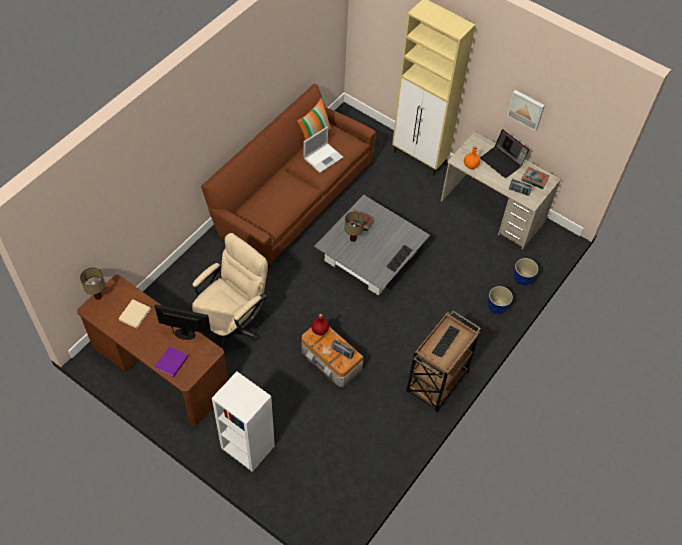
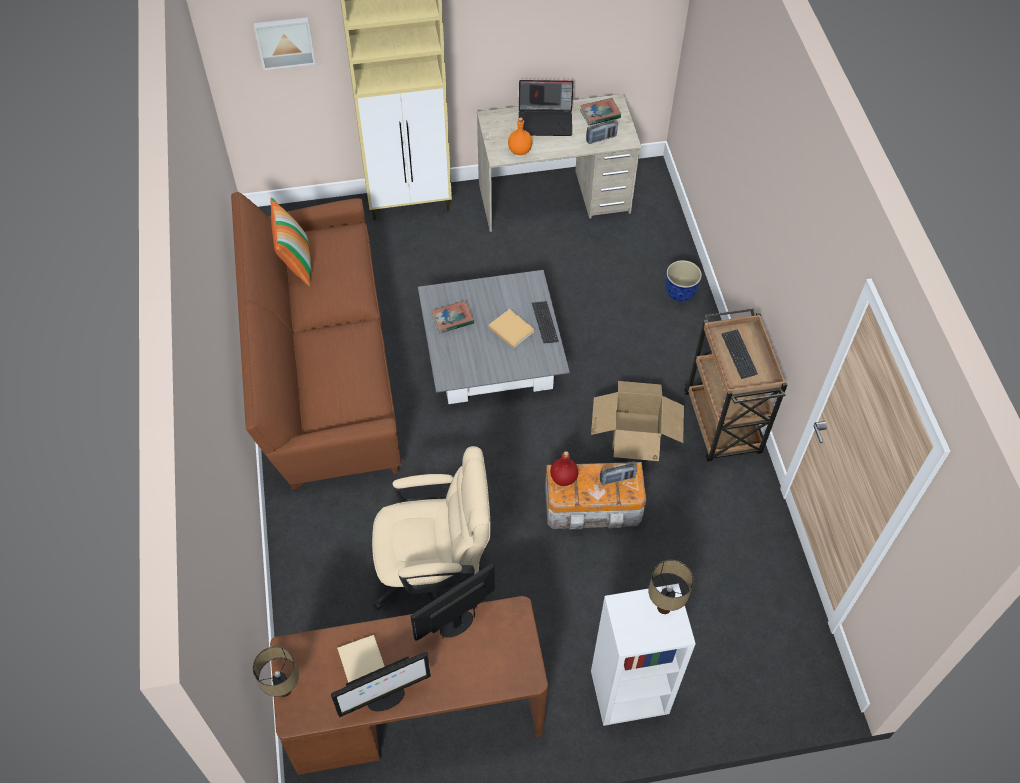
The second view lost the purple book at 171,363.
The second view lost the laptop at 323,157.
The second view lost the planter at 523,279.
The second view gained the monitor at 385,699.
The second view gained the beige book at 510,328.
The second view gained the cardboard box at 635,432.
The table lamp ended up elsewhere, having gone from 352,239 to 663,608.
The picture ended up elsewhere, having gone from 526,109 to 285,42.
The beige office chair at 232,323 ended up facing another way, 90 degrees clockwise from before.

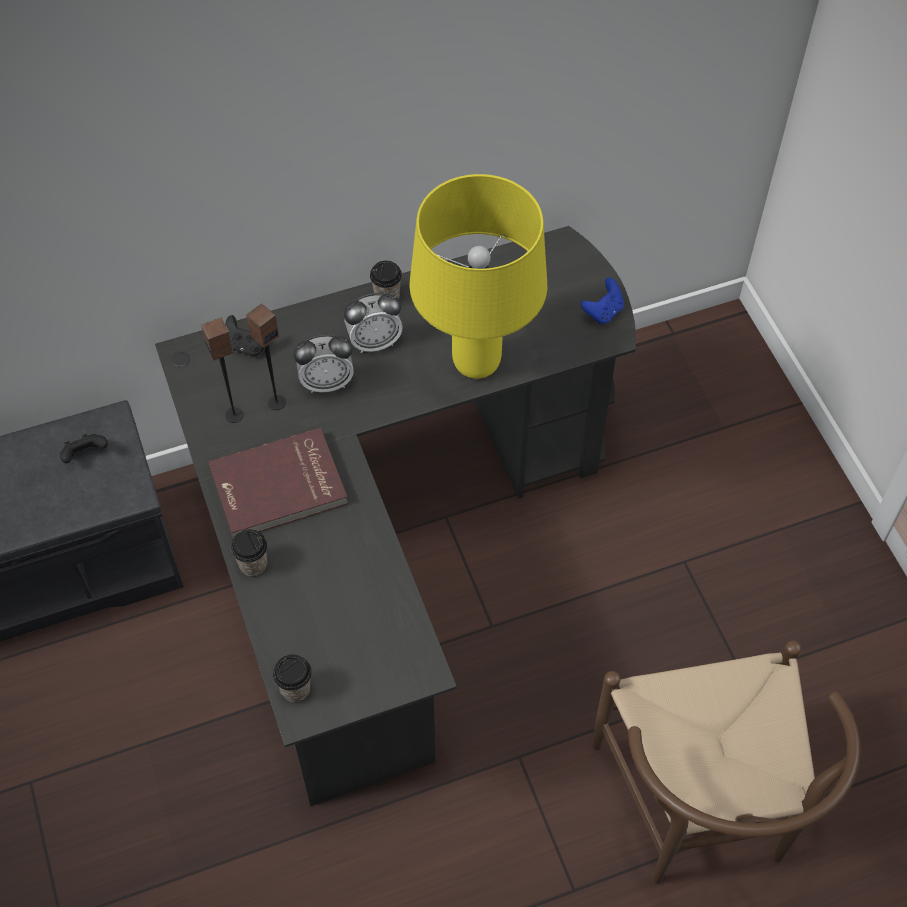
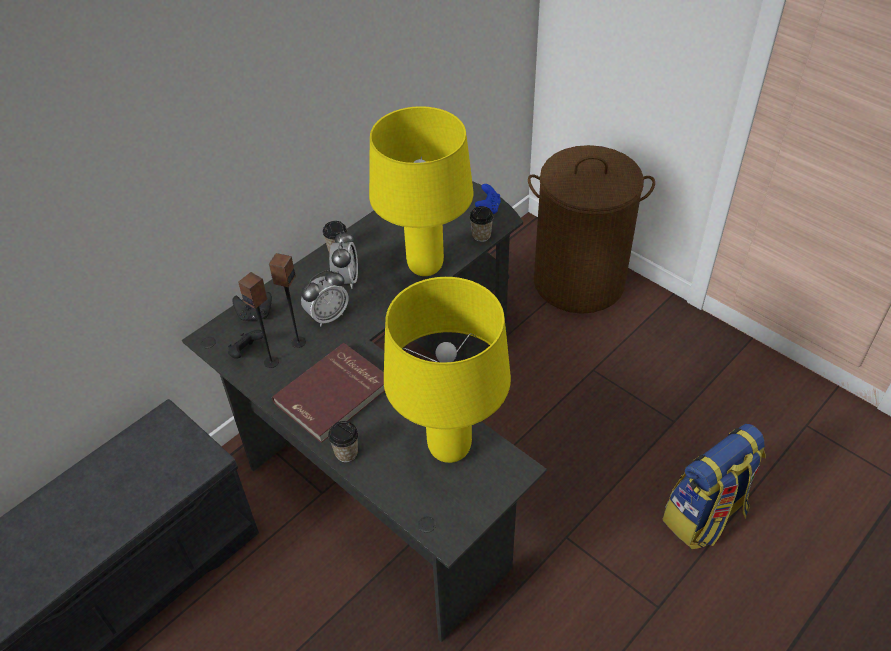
The second view gained the yellow table lamp at 450,448.
The second view gained the brown laundry basket at 579,281.
The black game controller ended up elsewhere, having gone from 85,455 to 246,352.
The cup ended up elsewhere, having gone from 295,689 to 481,235.
Where the brown chair stood at 701,813, the backpack came to stand at 705,516.
The alarm clock at 374,342 ended up facing another way, 45 degrees counterclockwise from before.

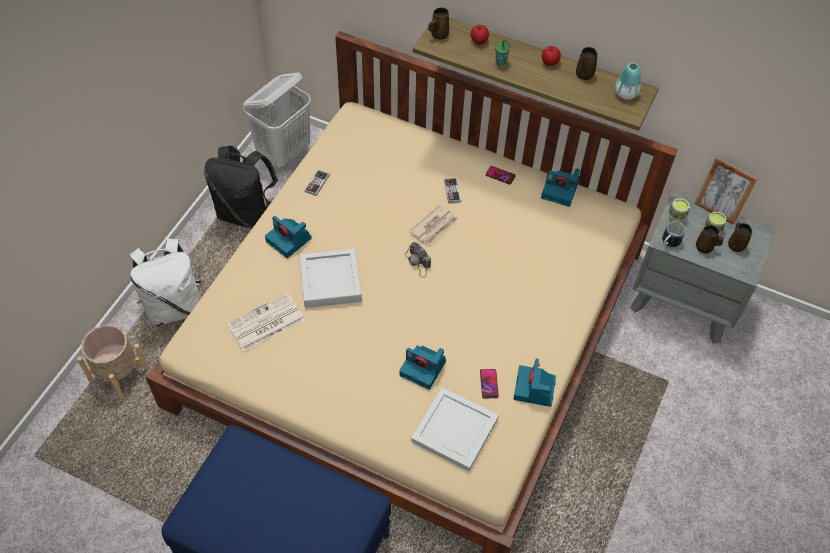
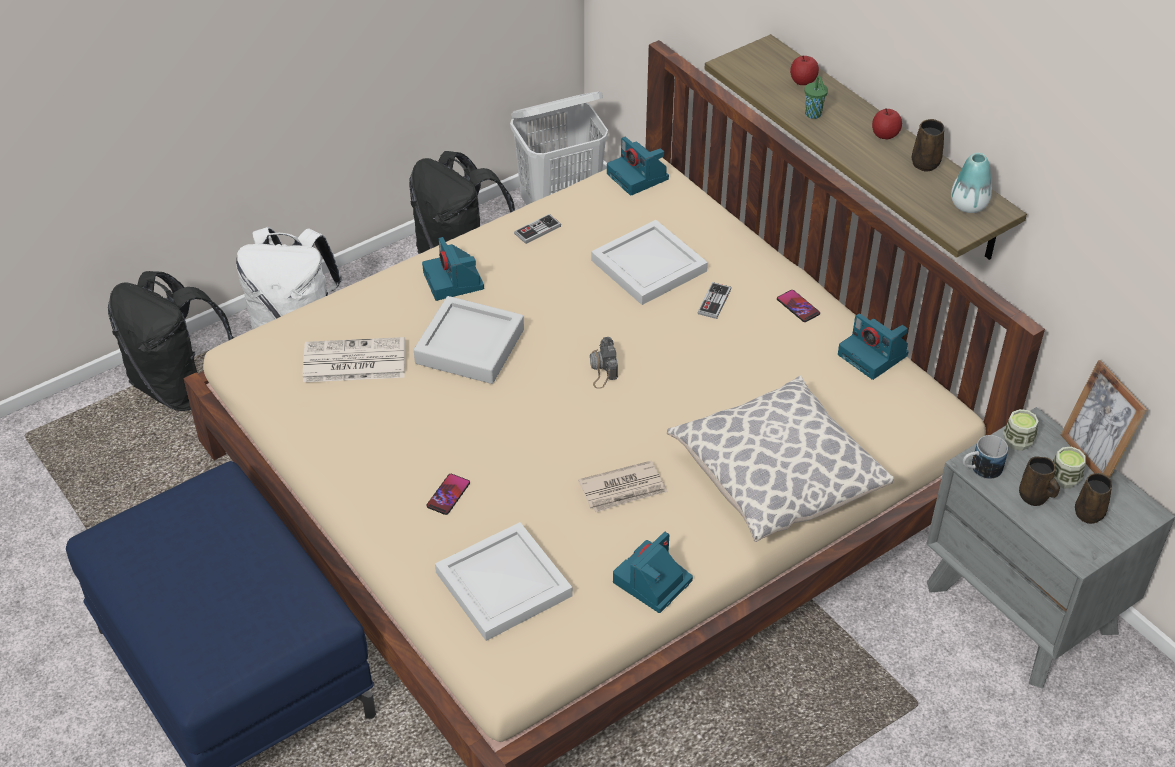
The second view lost the brown mug at 438,34.
The second view gained the white tray at 649,264.
The second view gained the pillow at 775,478.
The photo camera ended up elsewhere, having gone from 424,368 to 639,177.
The newspaper ended up elsewhere, having gone from 434,226 to 623,489.
The phone ended up elsewhere, having gone from 489,384 to 448,495.
Where the beige planter stood at 119,374, the black backpack came to stand at 180,386.

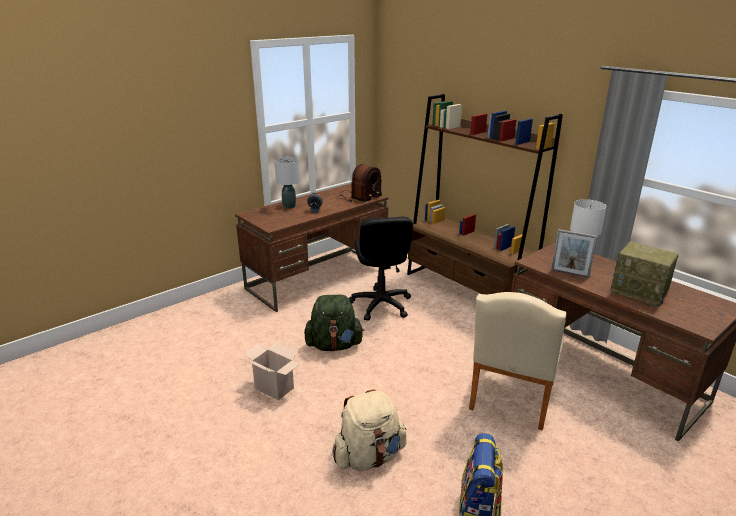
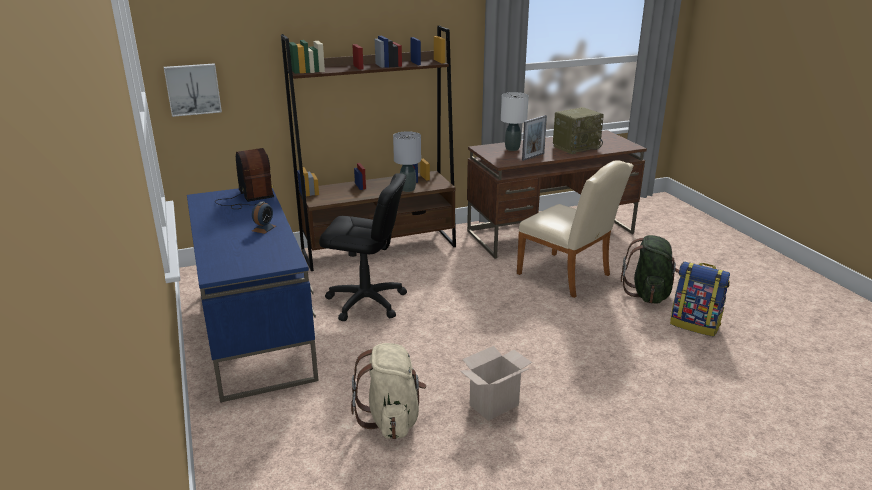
The second view gained the picture at 193,89.
The grey table lamp ended up elsewhere, having gone from 289,206 to 407,189.
The green backpack ended up elsewhere, having gone from 334,345 to 648,294.
The beige backpack ended up elsewhere, having gone from 369,457 to 392,419.
What was the brown desk at 318,278 turned into the blue desk at 255,332.

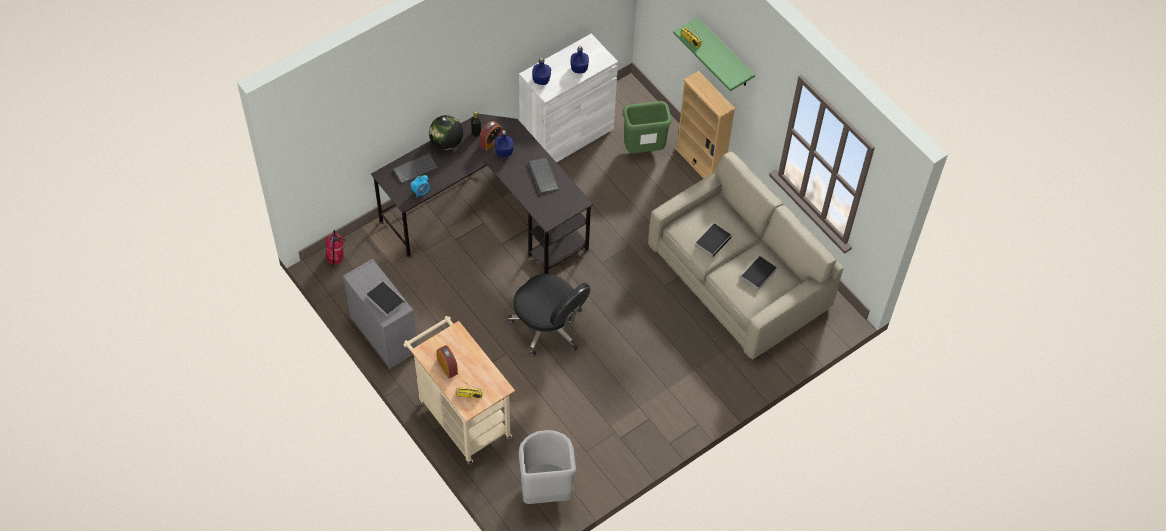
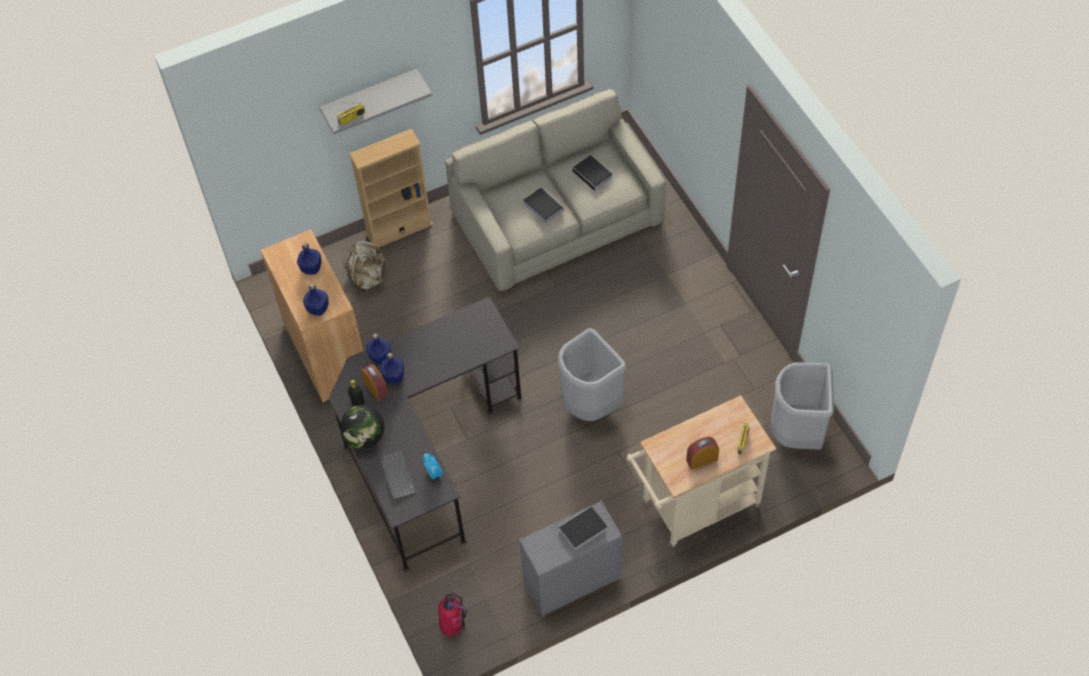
The second view lost the keyboard at 542,176.
The second view gained the blue bottle at 380,357.
Where the black office chair stood at 548,327, the grey trash can came to stand at 590,405.
Where the green trash can stood at 644,149, the beige backpack came to stand at 367,278.
What was the white cabinet at 566,135 turned into the brown cabinet at 326,352.
What was the green shelf at 725,54 turned into the grey shelf at 370,98.

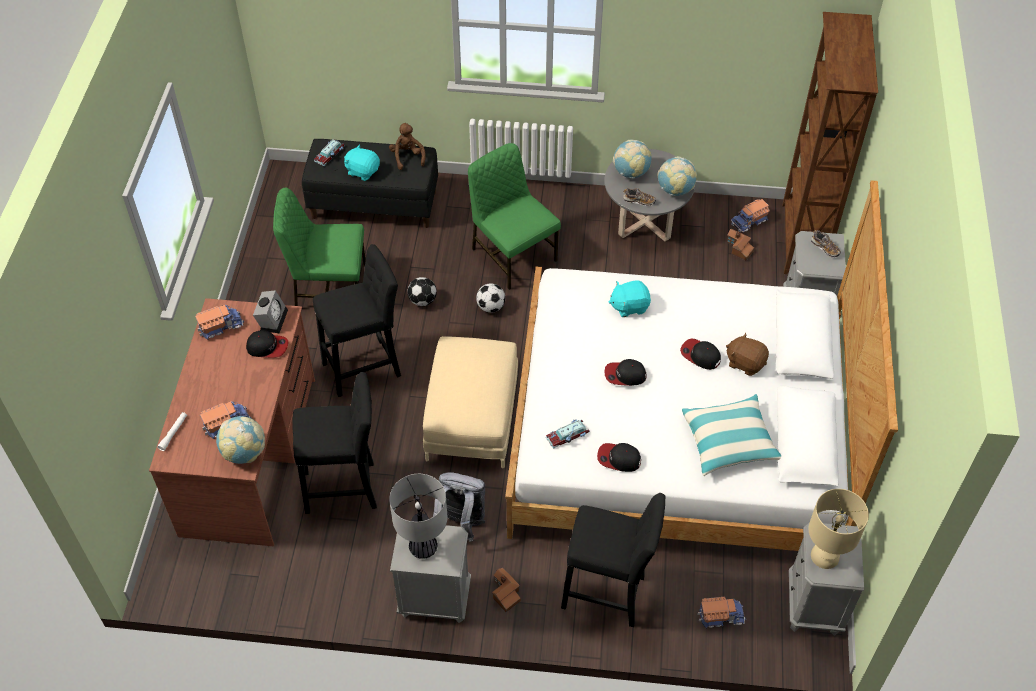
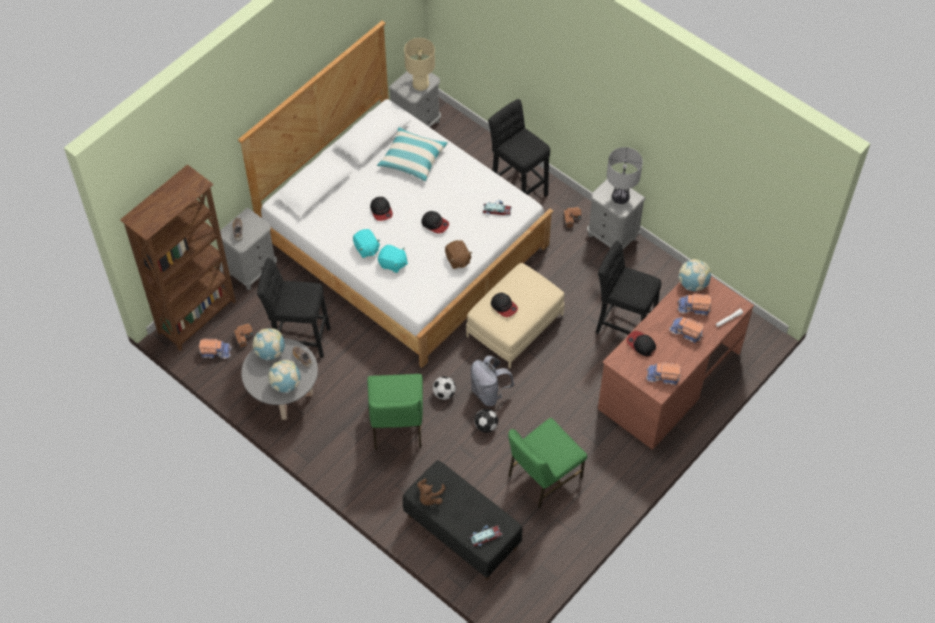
The second view lost the alarm clock at 272,319.
The black stool ended up elsewhere, having gone from 365,367 to 298,338.
The turquoise plush toy ended up elsewhere, having gone from 363,171 to 366,249.
The grey backpack ended up elsewhere, having gone from 460,523 to 489,393.
The cap ended up elsewhere, having gone from 618,459 to 504,306.
The toy truck ended up elsewhere, having gone from 720,615 to 685,332.
The brown plush toy ended up elsewhere, having gone from 745,362 to 457,260.
The green chair at 329,288 ended up facing another way, 105 degrees clockwise from before.

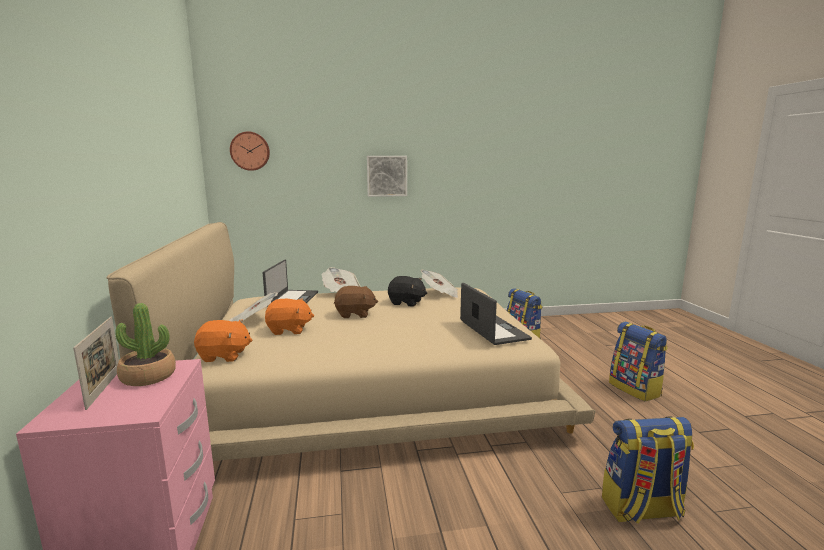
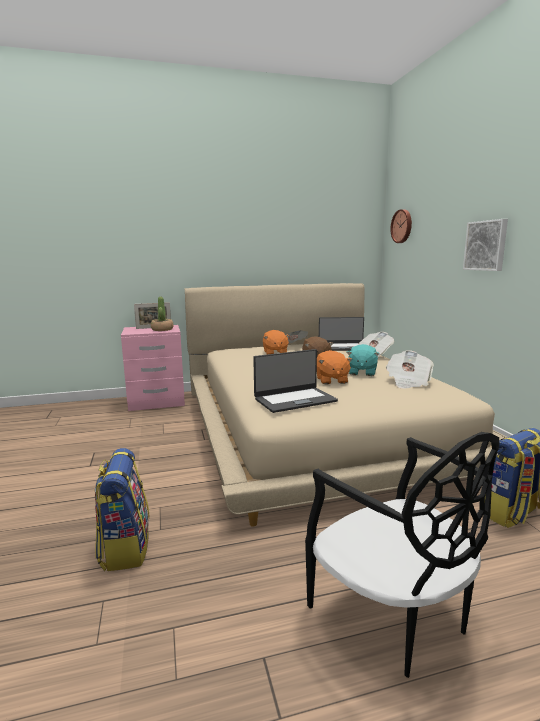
The orange plush toy ended up elsewhere, having gone from 224,356 to 331,380.
Where the backpack stood at 635,389, the black chair came to stand at 393,615.
What was the black plush toy at 406,302 turned into the turquoise plush toy at 361,372.

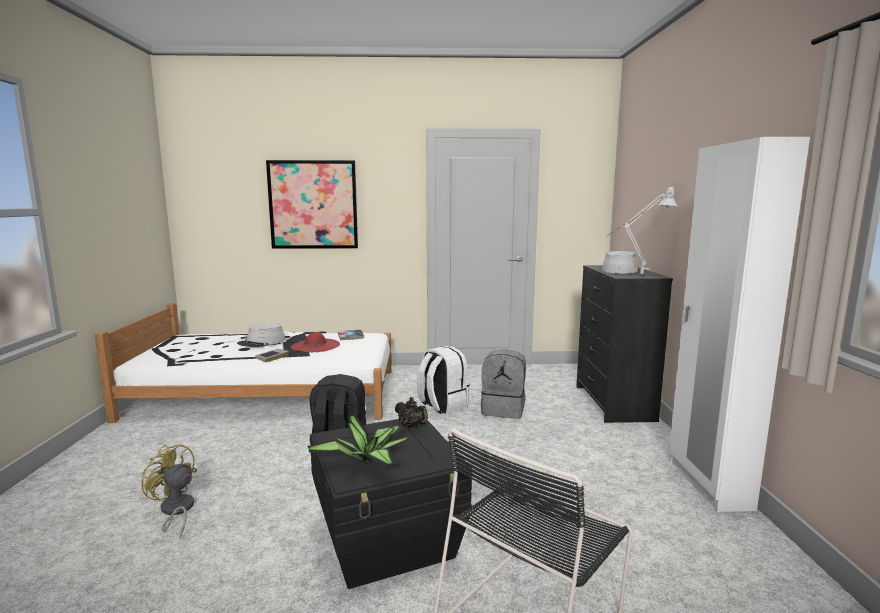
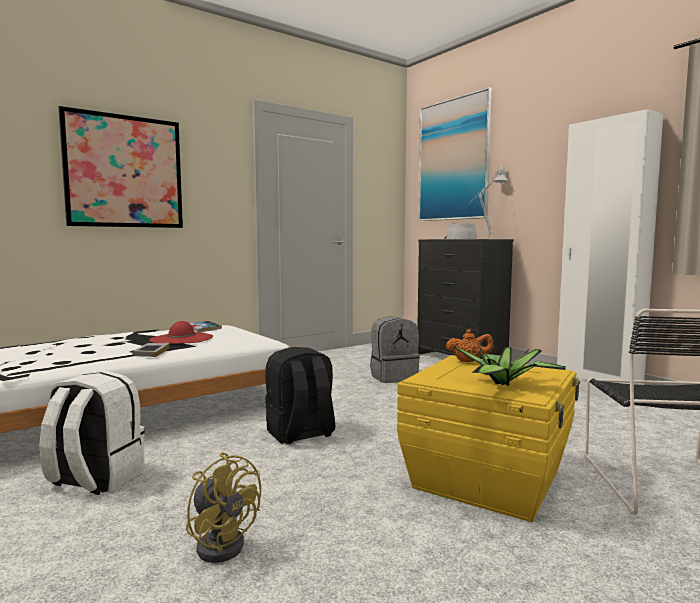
The second view lost the grey hat at 262,342.
The second view gained the picture at 453,160.
The white backpack ended up elsewhere, having gone from 442,405 to 95,479.
What was the black storage box at 389,539 turned into the yellow storage box at 488,479.
What was the black teapot at 411,426 turned into the orange teapot at 469,361.
The yellow fan at 175,511 ended up facing another way, 135 degrees counterclockwise from before.

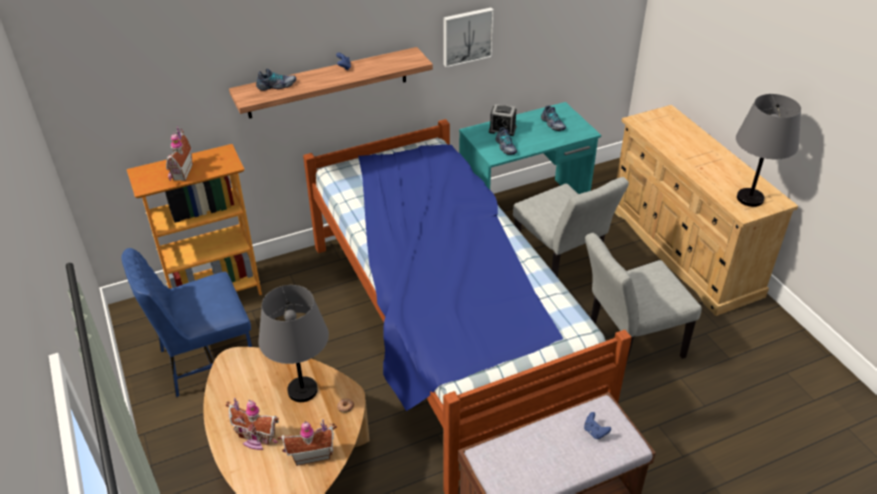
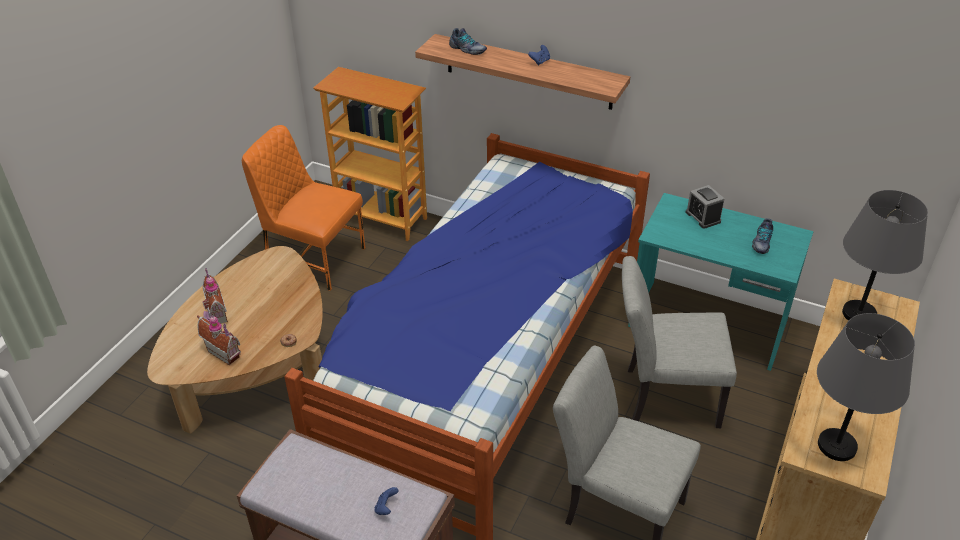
The second view lost the toy house at 180,173.
The second view lost the picture at 467,36.
The second view lost the shoe at 505,147.
The grey table lamp ended up elsewhere, having gone from 303,390 to 859,314.
What was the blue chair at 205,359 turned into the orange chair at 314,258.
The grey chair at 560,267 ended up facing another way, 75 degrees clockwise from before.

